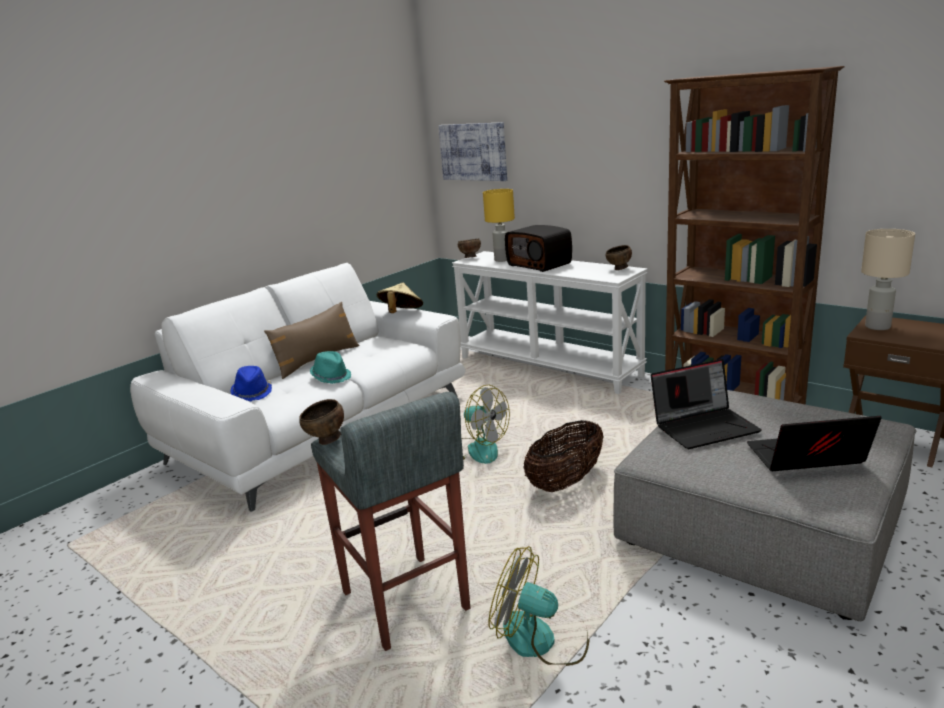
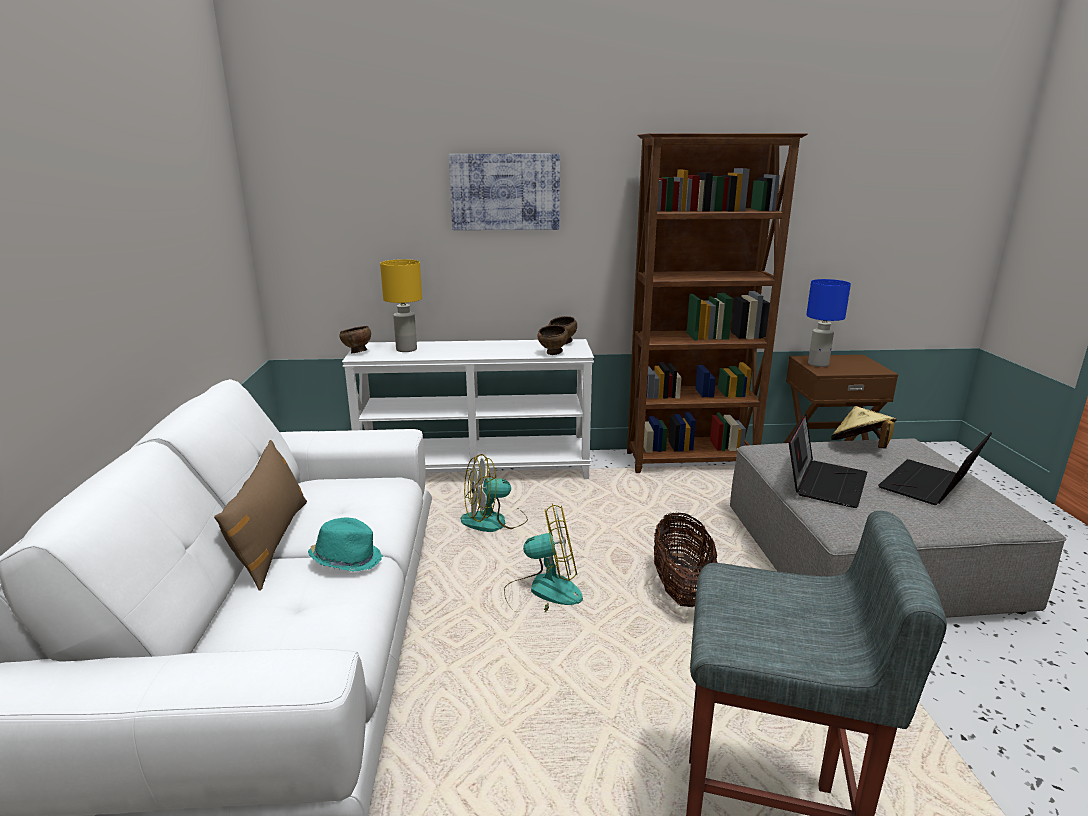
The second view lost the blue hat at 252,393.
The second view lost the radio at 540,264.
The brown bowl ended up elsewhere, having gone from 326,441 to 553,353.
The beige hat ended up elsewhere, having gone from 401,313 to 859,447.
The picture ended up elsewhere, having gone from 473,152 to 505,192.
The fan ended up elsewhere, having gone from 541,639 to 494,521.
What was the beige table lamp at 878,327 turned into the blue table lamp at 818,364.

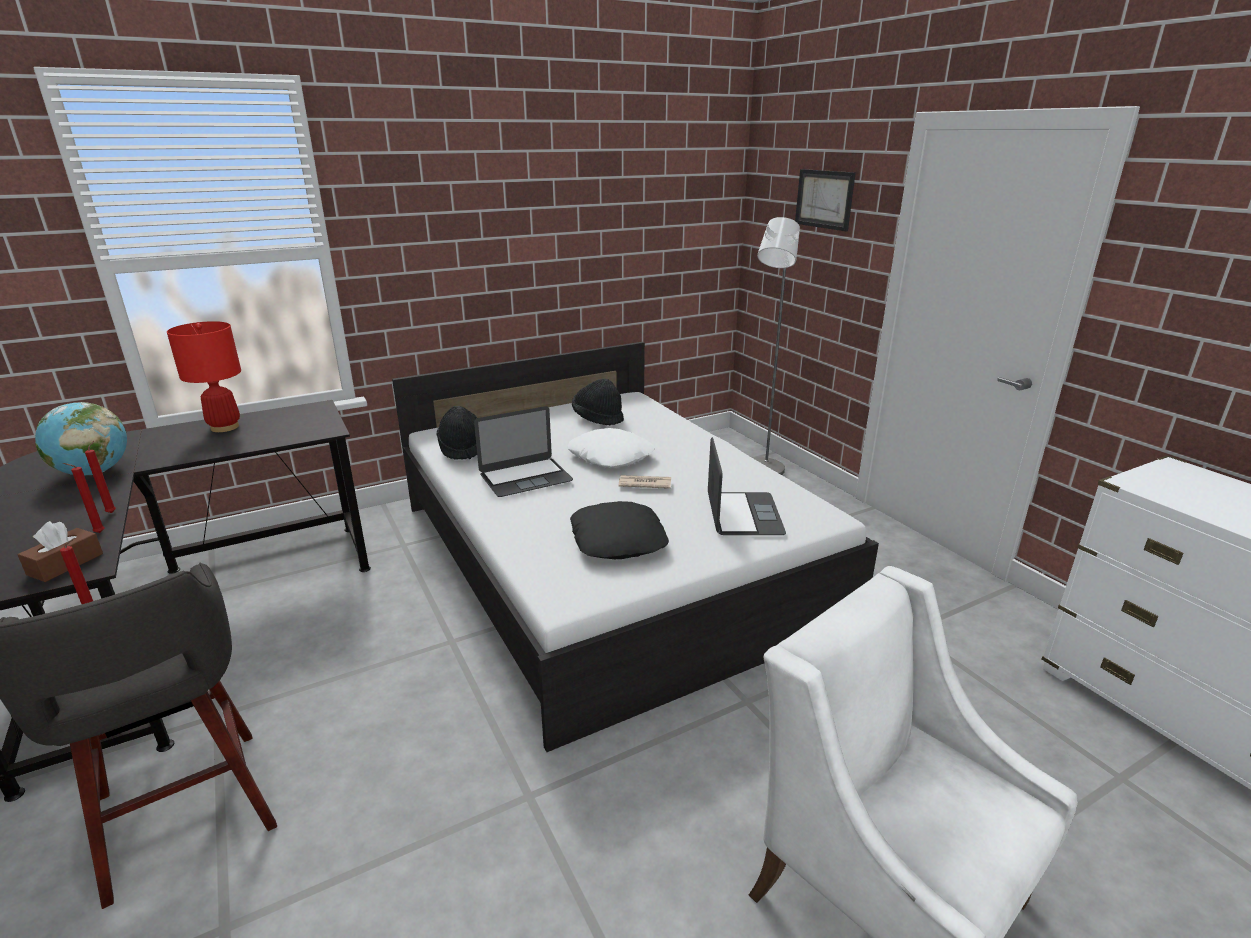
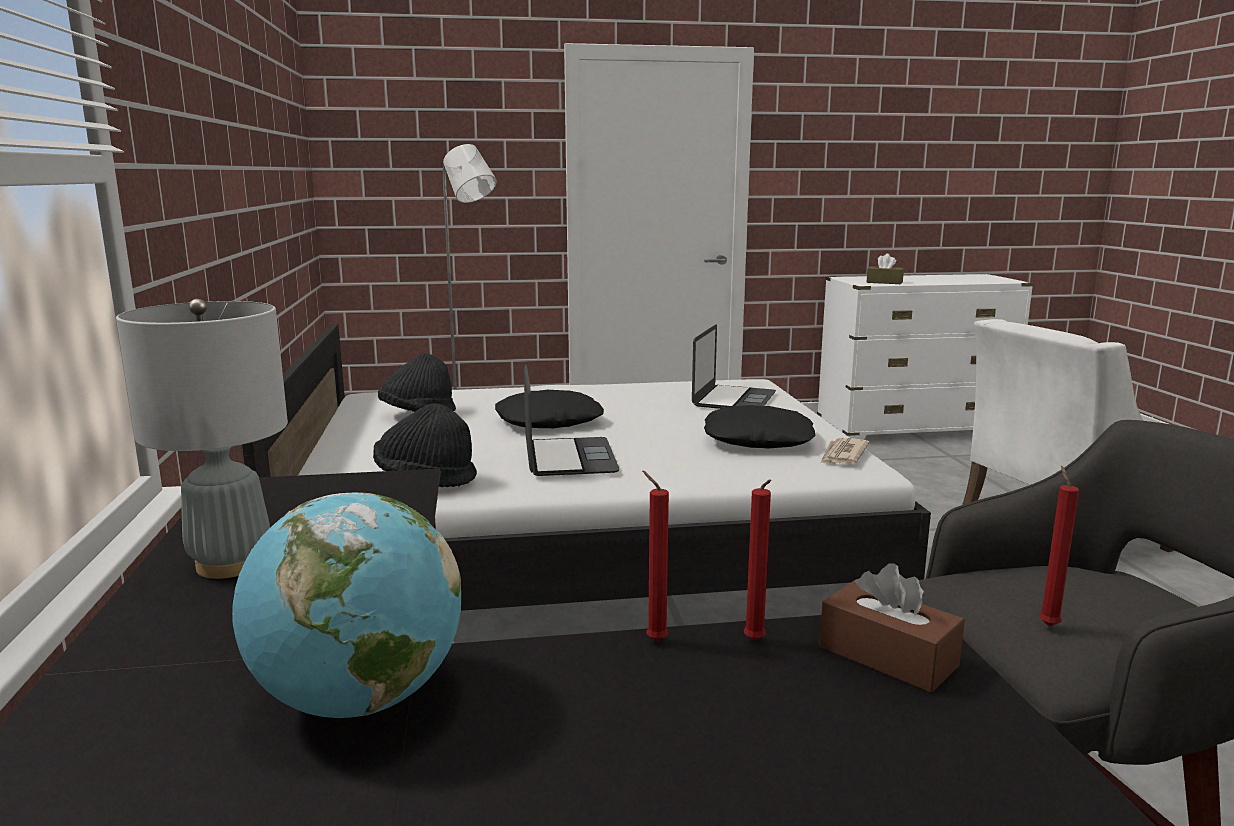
The second view lost the picture at 824,199.
The second view gained the brown tissue box at 884,282.
The newspaper ended up elsewhere, having gone from 644,484 to 842,455.
What was the red table lamp at 225,427 turned into the grey table lamp at 230,564.
What was the white pillow at 611,456 turned into the black pillow at 548,421.
The laptop at 743,514 ended up facing another way, 90 degrees clockwise from before.

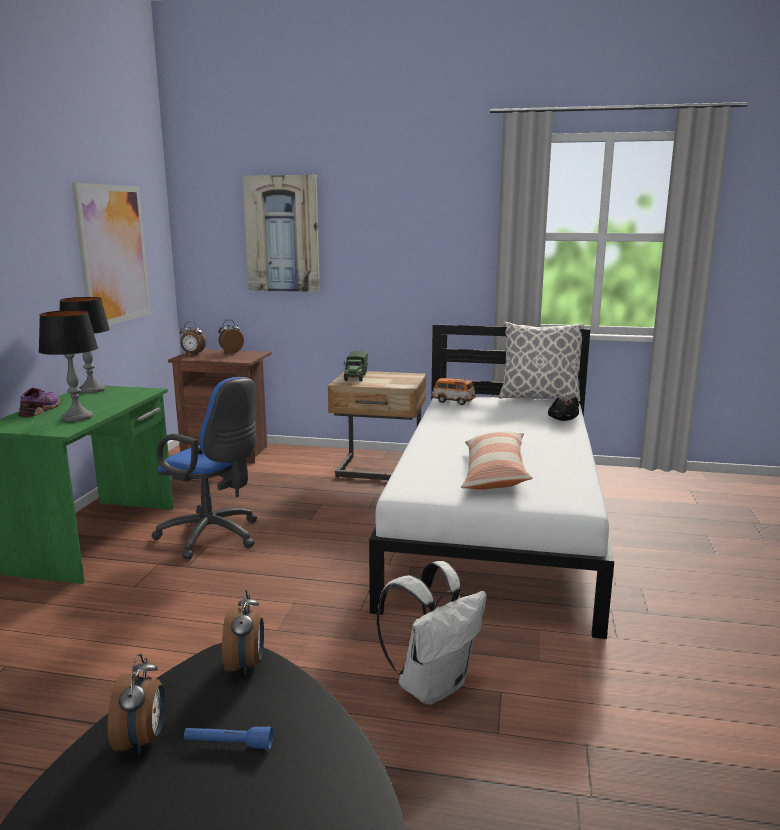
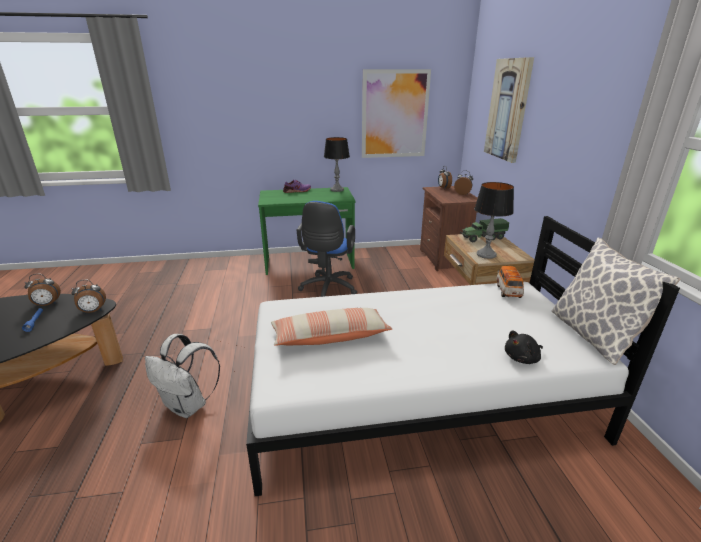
The table lamp ended up elsewhere, having gone from 77,417 to 486,254.

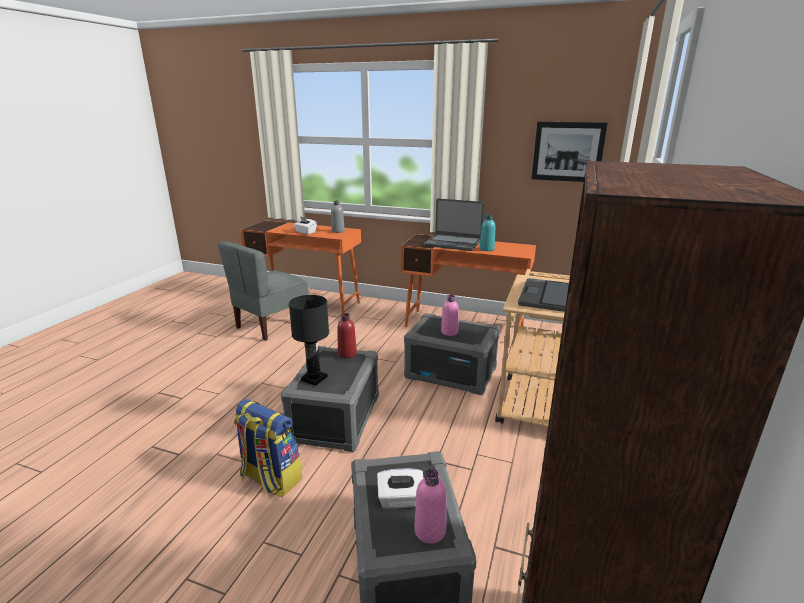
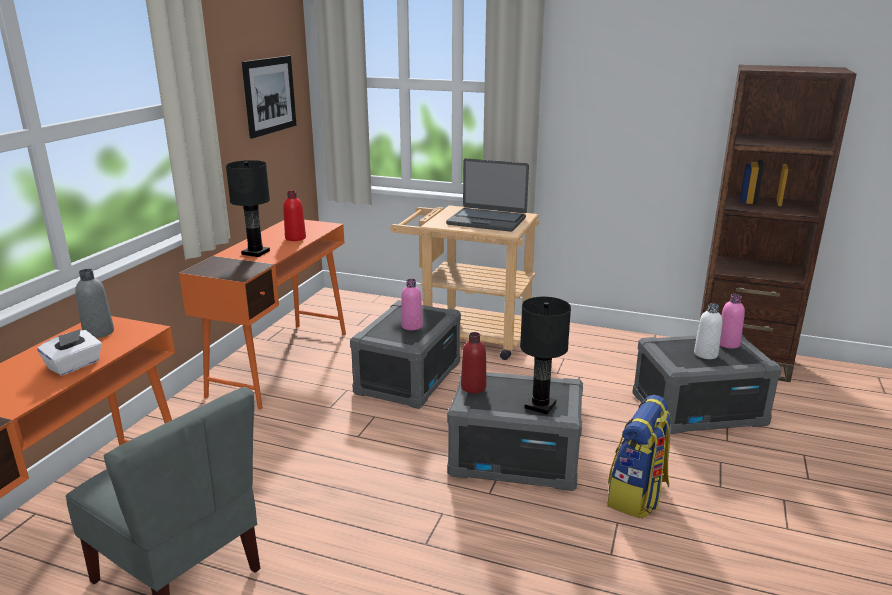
Where the white tissue box stood at 400,500, the white bottle came to stand at 705,354.
Where the laptop stood at 453,243, the black table lamp came to stand at 255,252.
What was the turquoise bottle at 486,249 turned into the red bottle at 295,238.

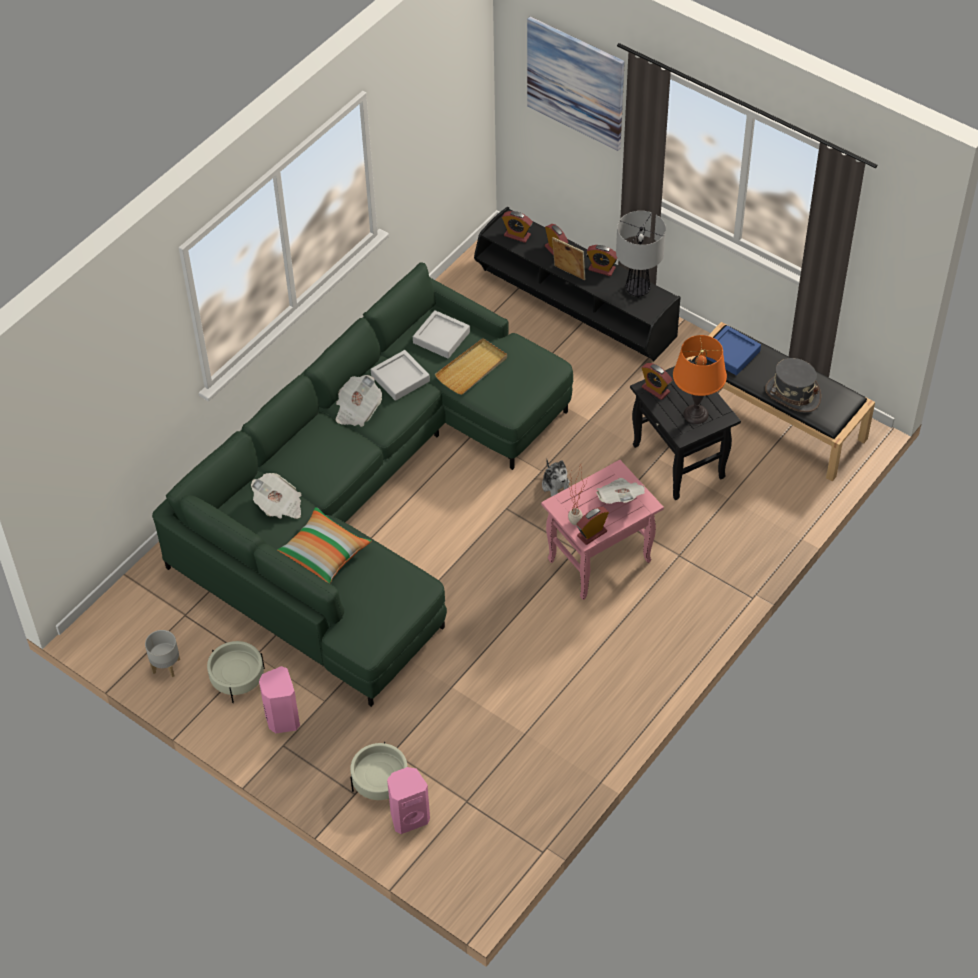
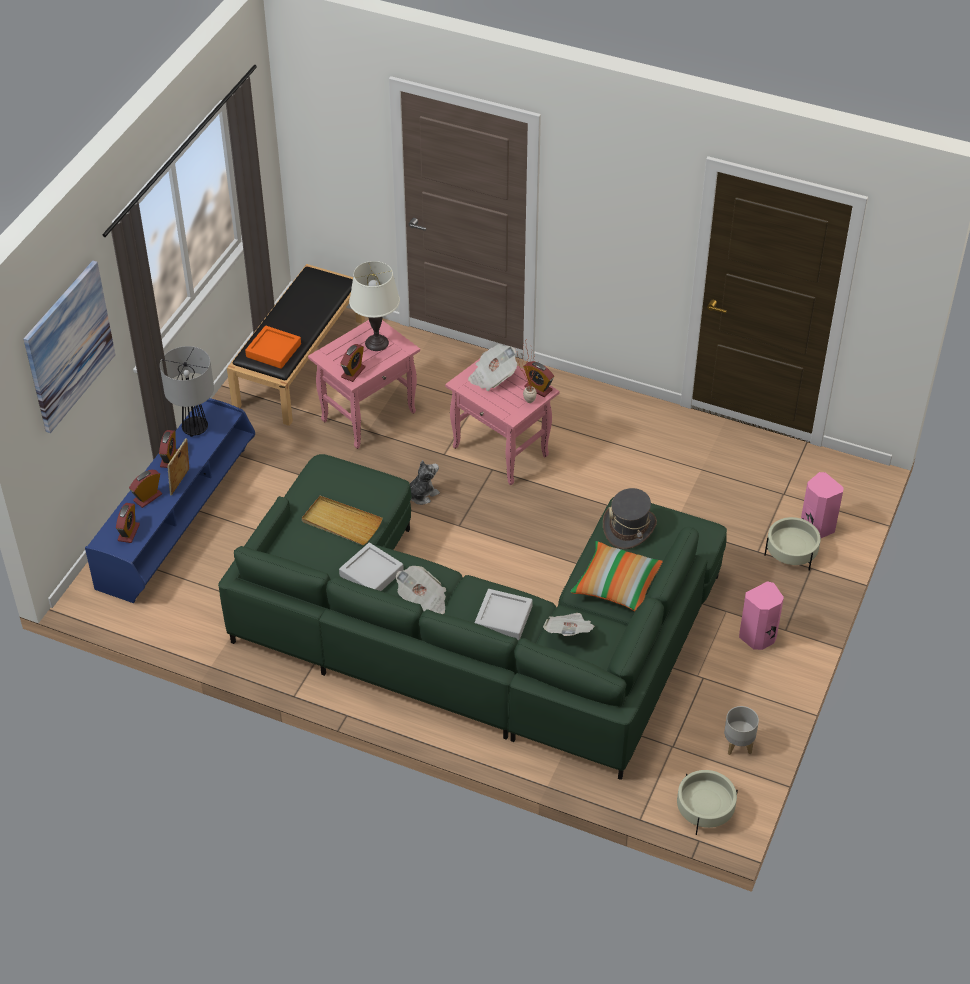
The beige planter ended up elsewhere, having gone from 237,678 to 704,810.
The grey tray ended up elsewhere, having gone from 441,337 to 503,618.
The grey hat ended up elsewhere, having gone from 792,394 to 629,528.
What was the black tv stand at 575,307 turned into the blue tv stand at 179,519.
What was the black side table at 680,462 turned into the pink side table at 369,415.
What was the orange table lamp at 696,414 turned into the white table lamp at 376,343.
What was the blue tray at 731,353 turned into the orange tray at 273,350.

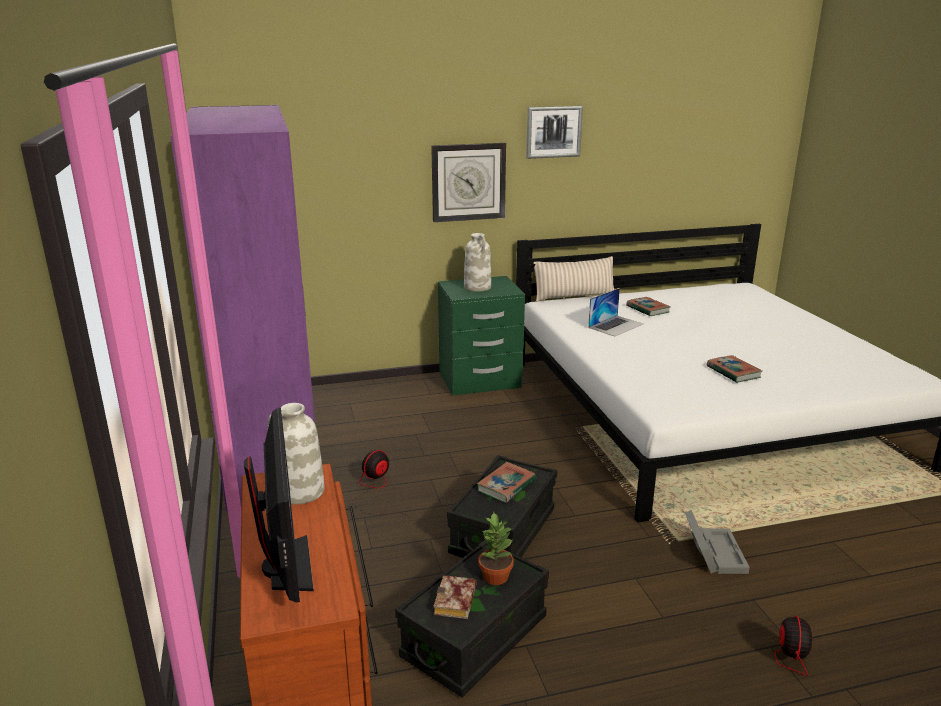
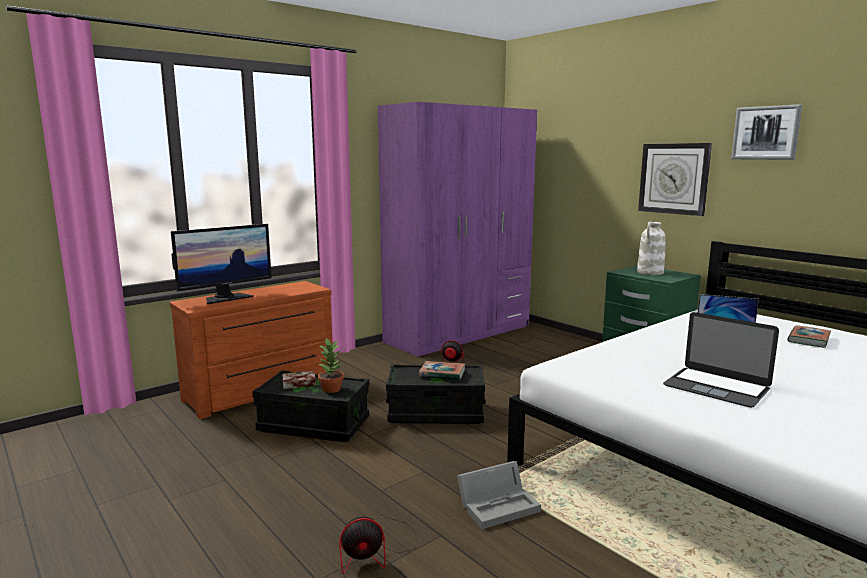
The second view lost the white vase at 300,492.
The second view lost the beige pillow at 574,297.
Where the book stood at 733,372, the laptop came to stand at 716,387.

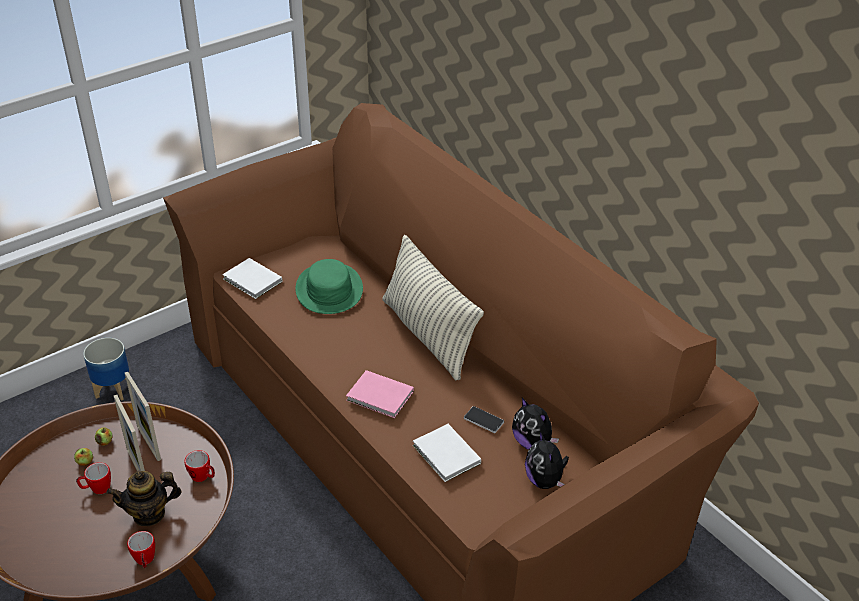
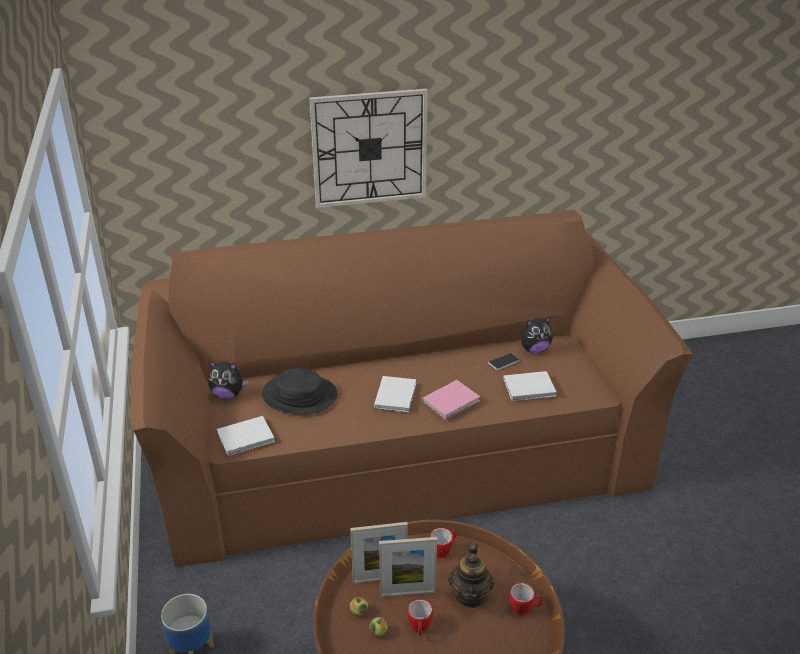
The second view lost the pillow at 428,335.
The second view gained the wall clock at 369,148.
The second view gained the white book at 396,395.
The plush toy ended up elsewhere, having gone from 545,480 to 228,394.
What was the green hat at 329,290 turned into the black hat at 299,395.

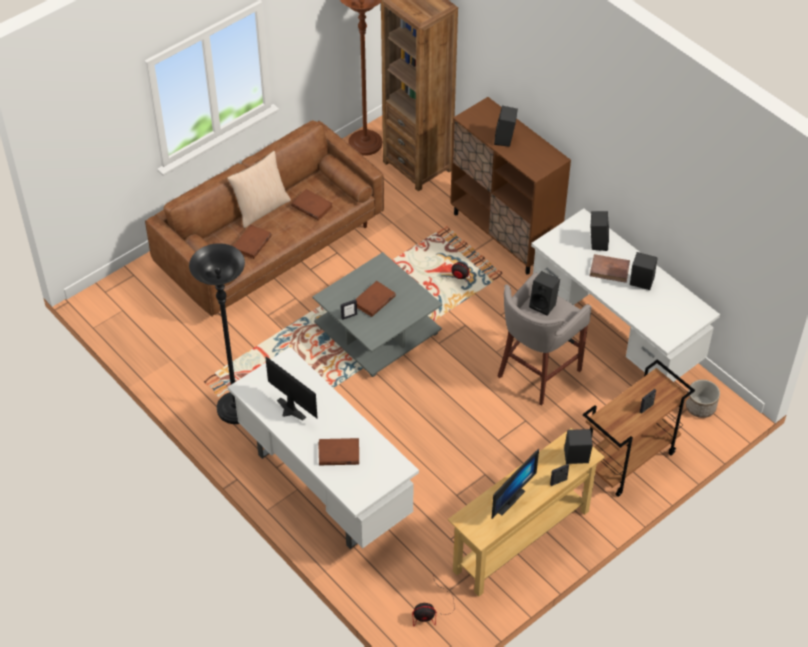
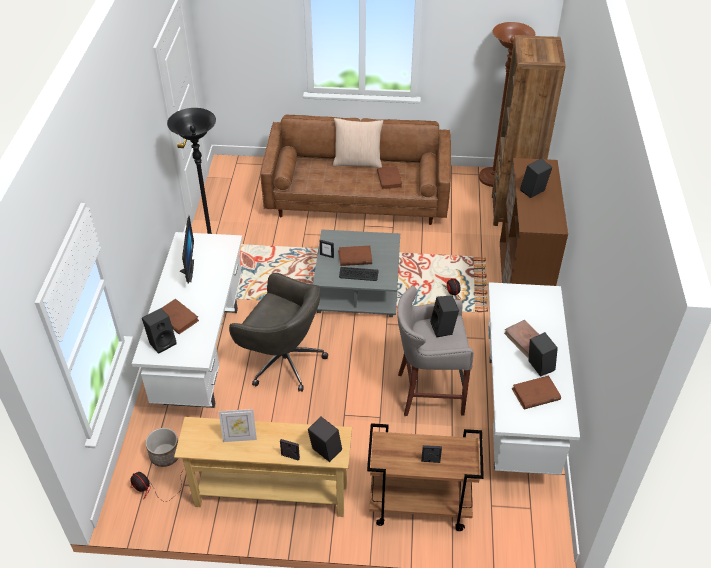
The second view gained the grey office chair at 282,360.
The second view gained the keyboard at 358,274.
The brown book ended up elsewhere, having gone from 252,244 to 535,394.
The black speaker ended up elsewhere, having gone from 597,242 to 162,342.
The planter ended up elsewhere, having gone from 700,407 to 165,455.
Where the monitor stood at 507,499, the picture frame came to stand at 240,438.

